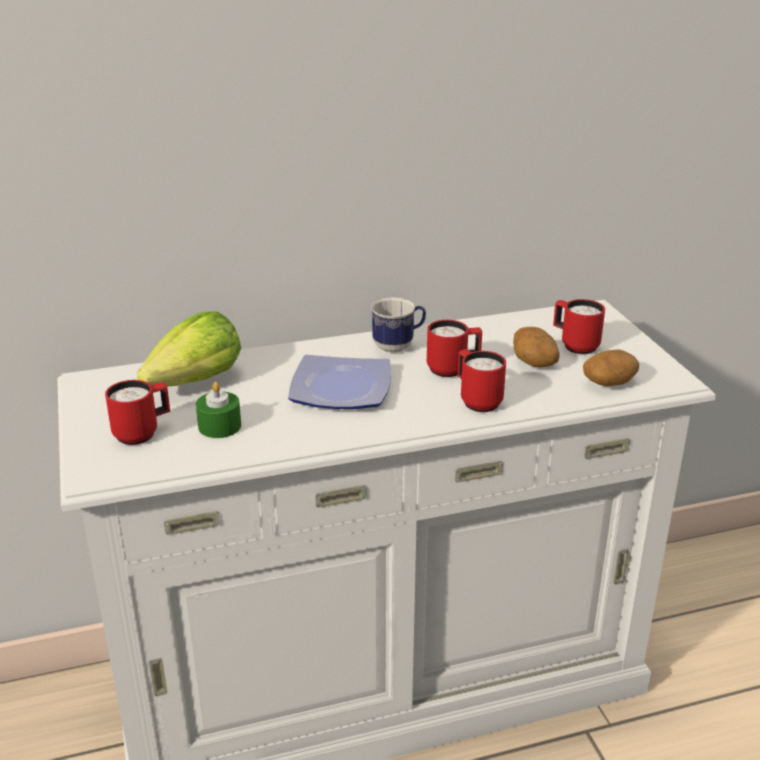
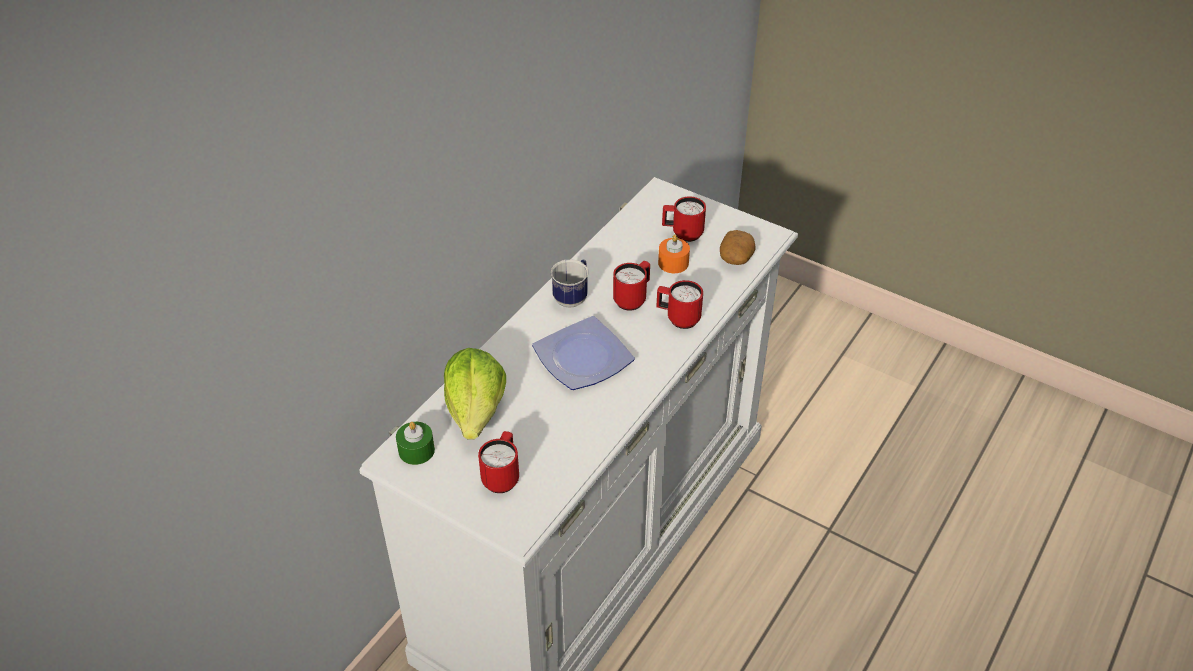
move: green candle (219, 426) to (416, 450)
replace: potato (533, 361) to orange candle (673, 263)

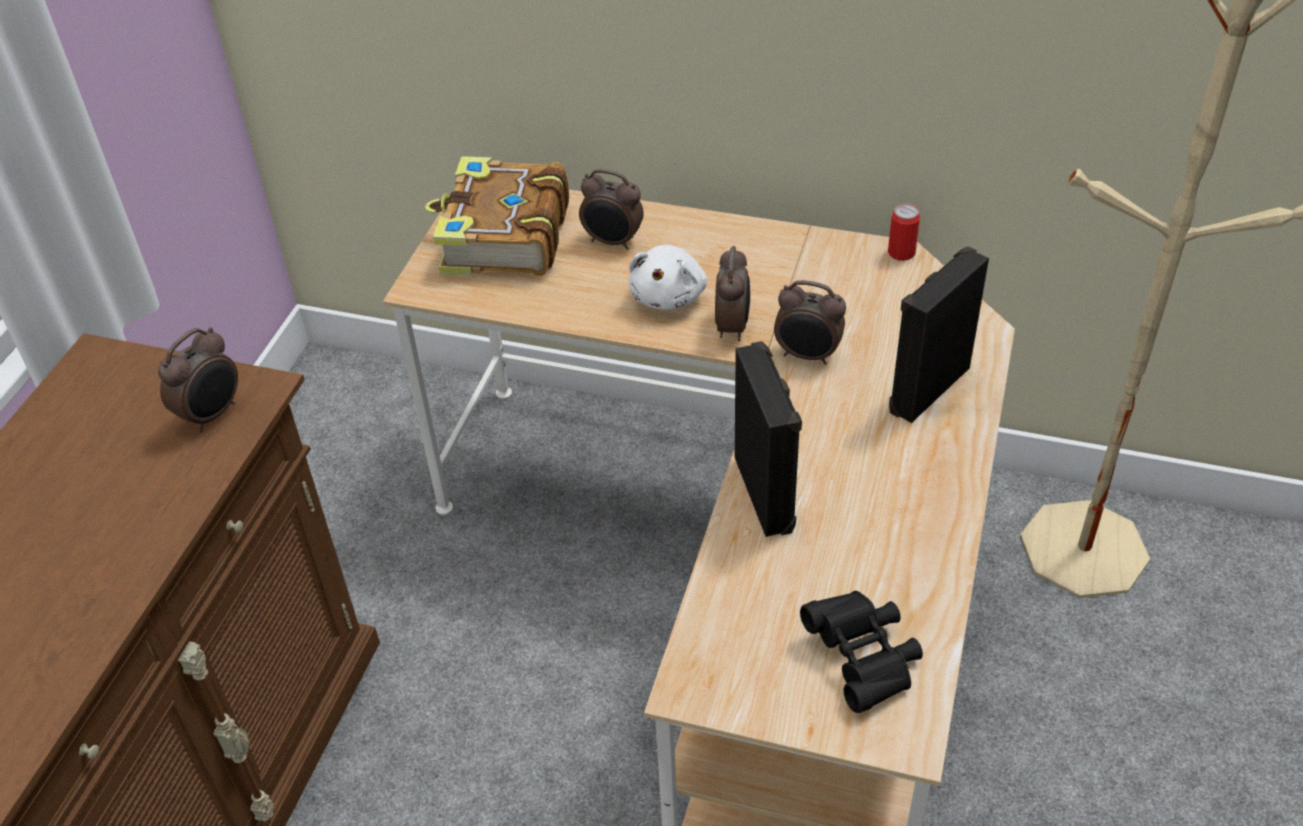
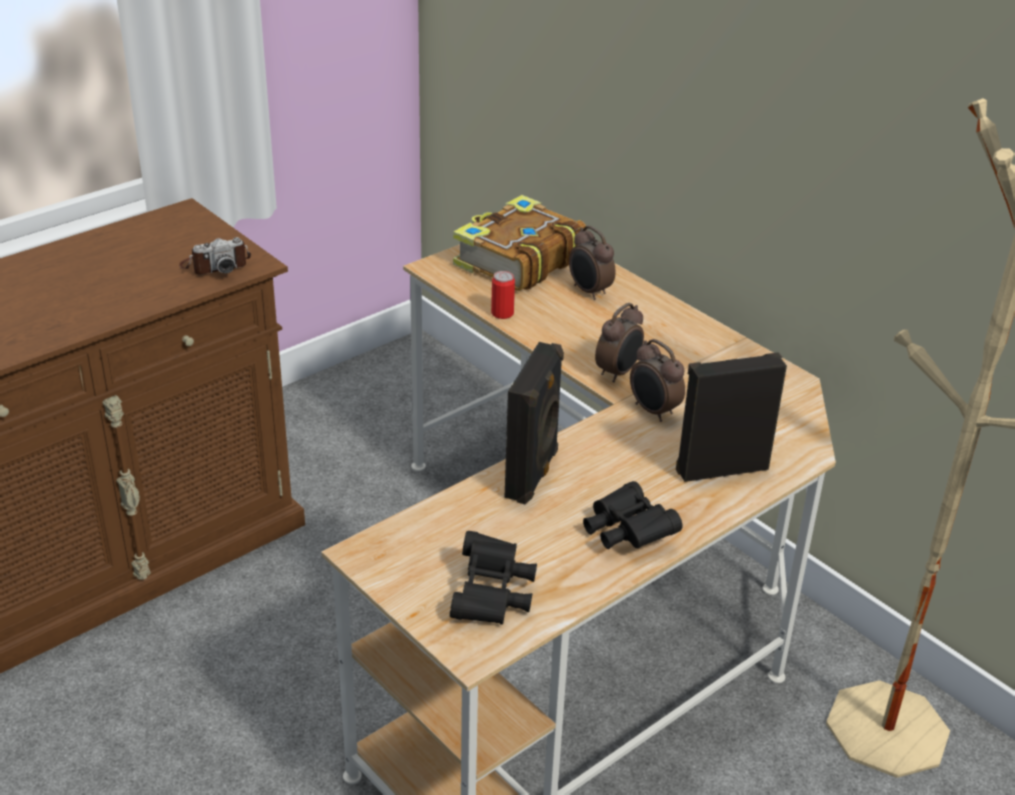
delete: white plush toy (669, 296)
insert: black binoculars (626, 532)
move: can (901, 253) to (502, 313)
replace: alarm clock (213, 414) to photo camera (215, 265)

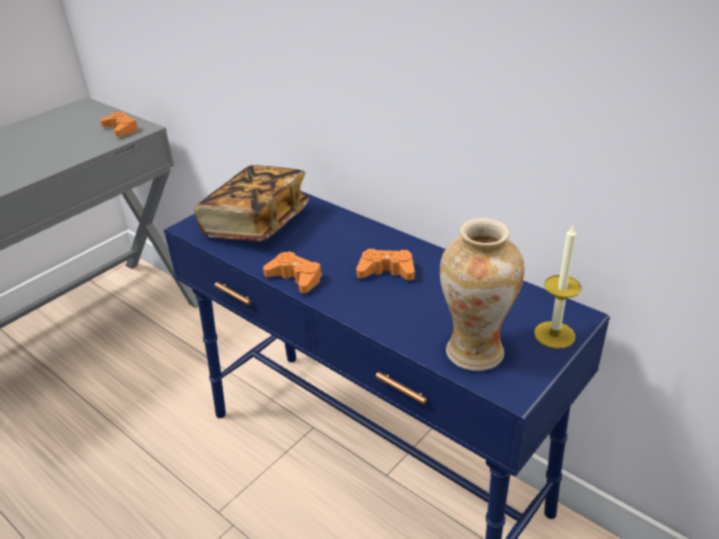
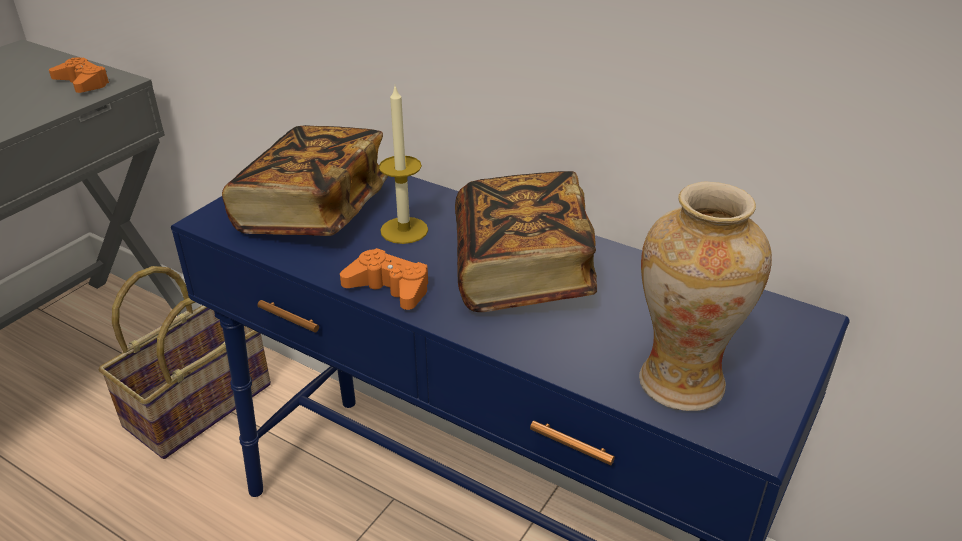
insert: basket (198, 404)
move: candle (554, 335) to (404, 230)
replace: orange game controller (386, 271) to book (522, 271)

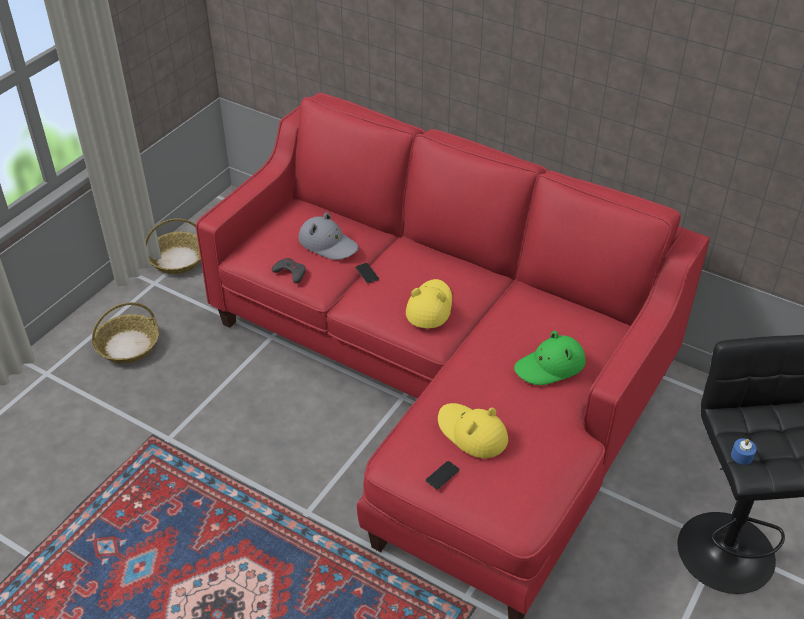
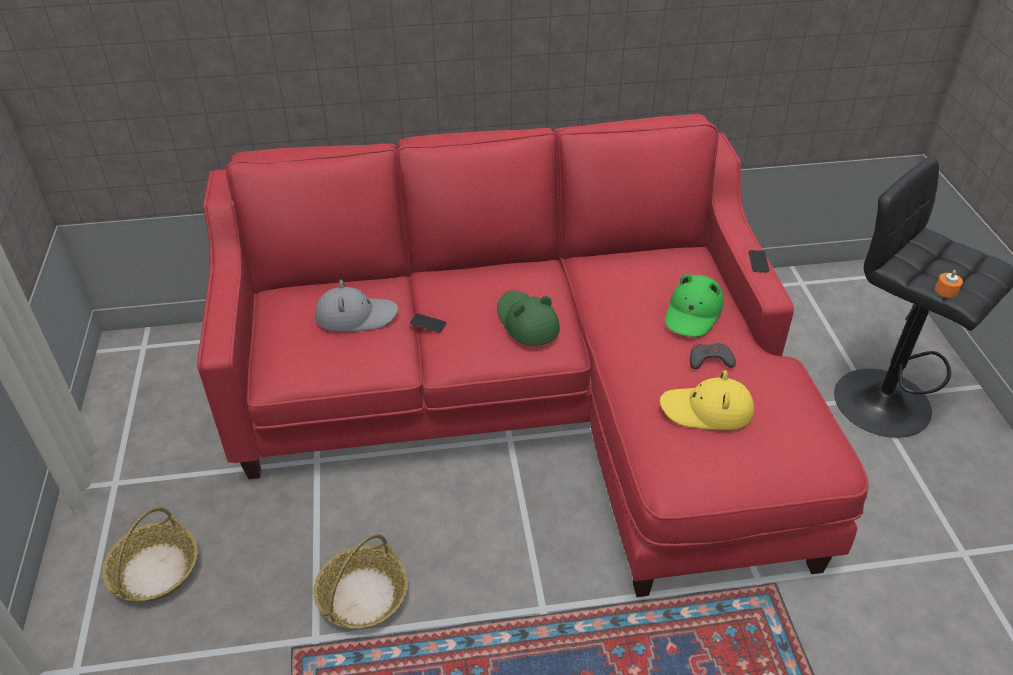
move: basket (178, 259) to (363, 595); grey game controller (290, 272) to (710, 360); phone (442, 475) to (758, 262)
recolor: yellow hat (429, 307) to green hat (526, 321); blue candle (742, 456) to orange candle (946, 290)

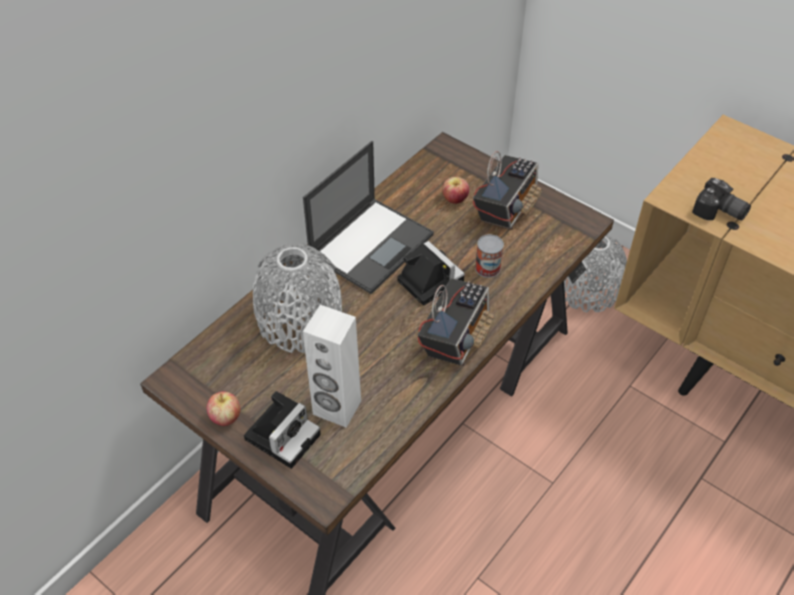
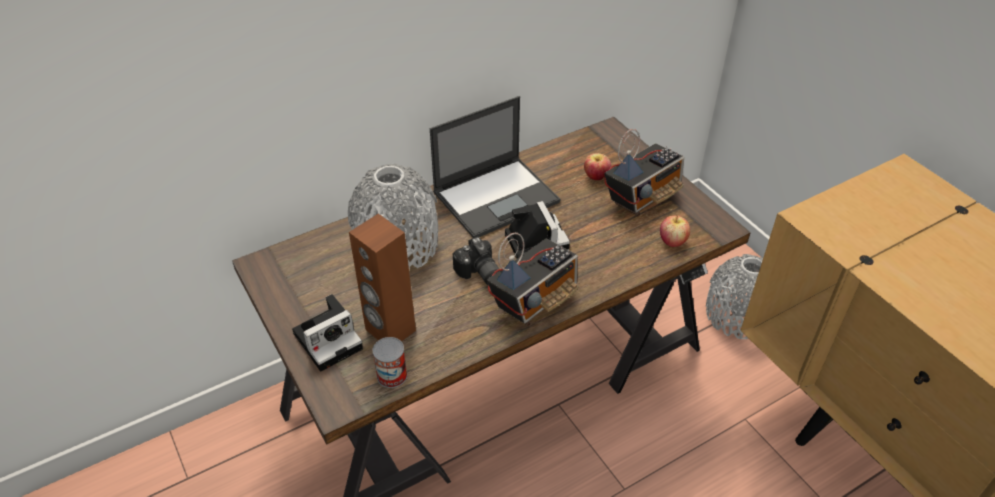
move: apple (225, 417) to (672, 241); can (487, 268) to (392, 375); photo camera (719, 212) to (479, 274)
recolor: white speaker (336, 408) to brown speaker (390, 330)

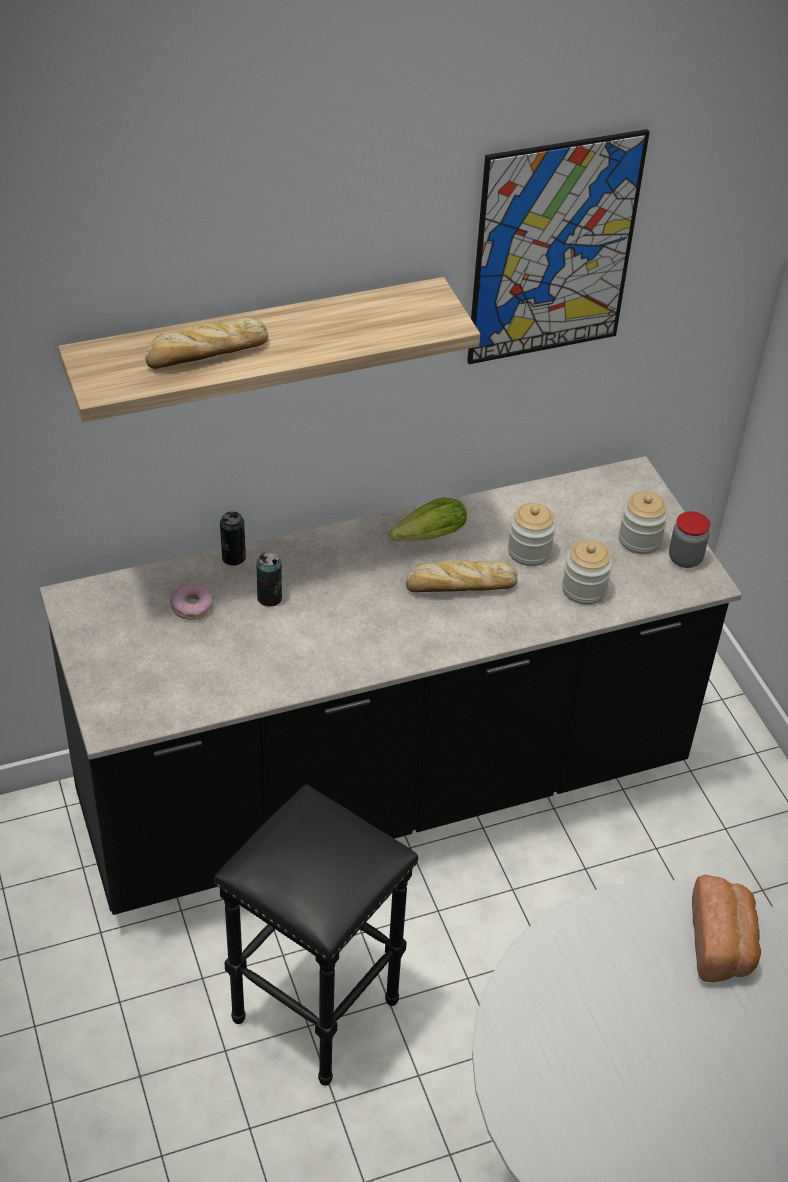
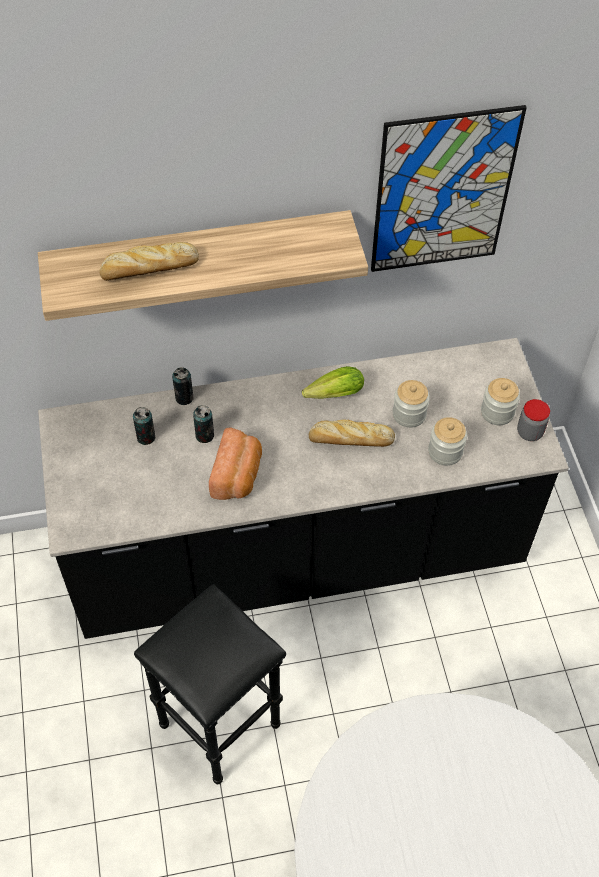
move: bread (722, 943) to (238, 475)
replace: donut (192, 607) to can (146, 437)

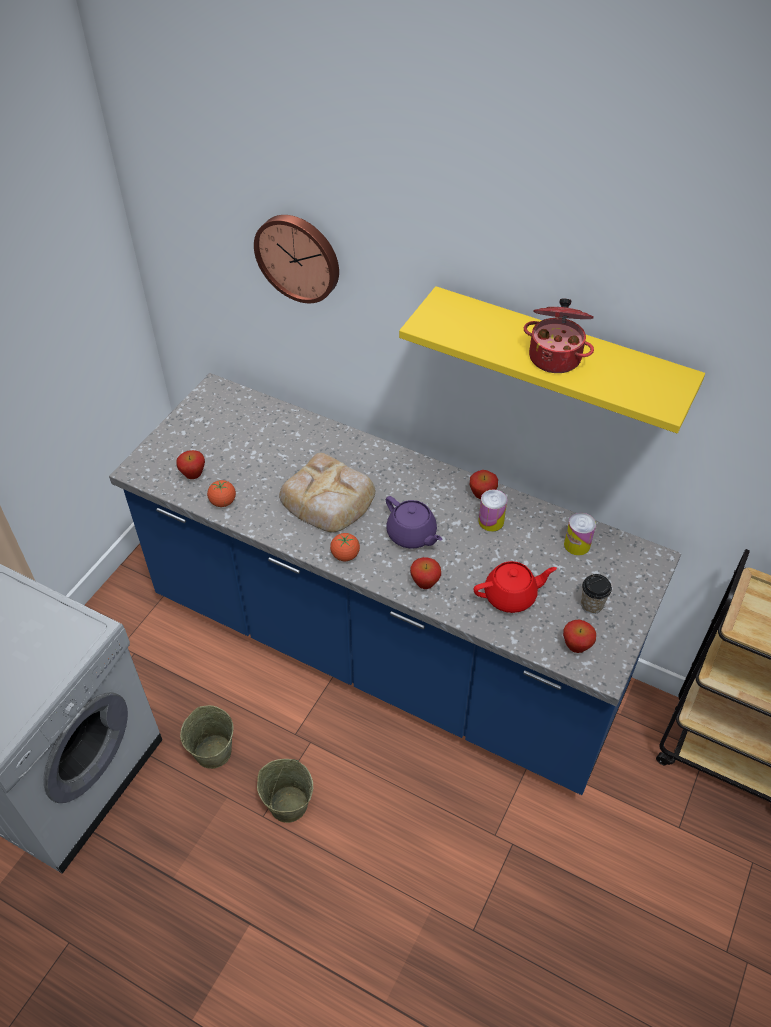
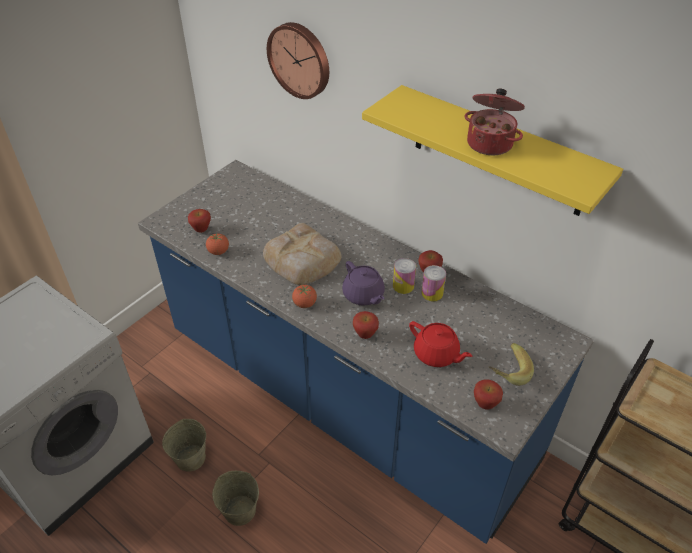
move: can (577, 545) to (403, 286)
replace: cup (591, 605) to banana (506, 371)
rotate: red teapot (511, 596) = (436, 354) 45 degrees clockwise

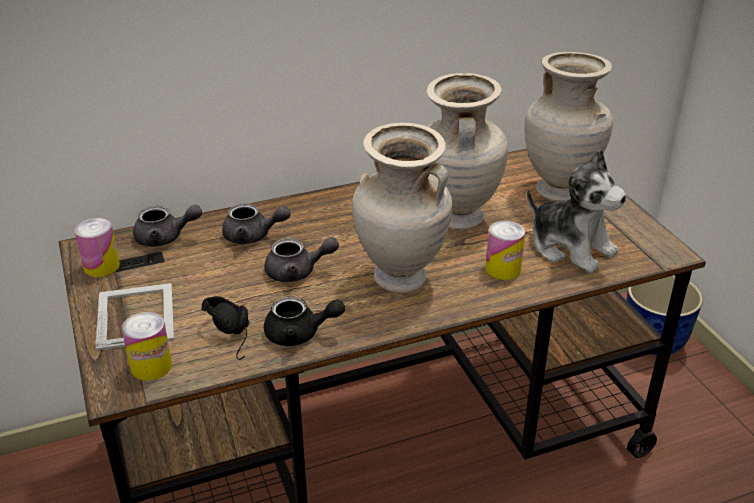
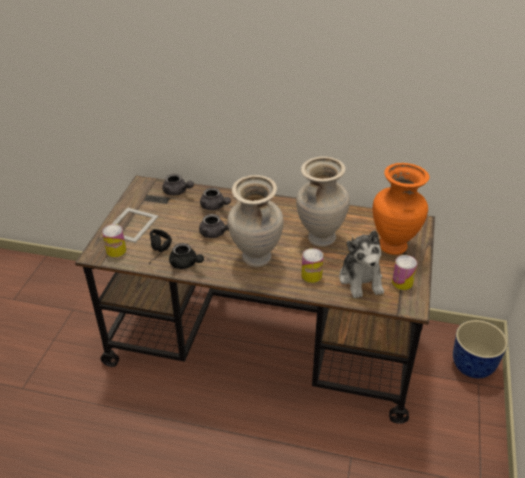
move: can (101, 266) to (402, 282)
recolor: beige vase (559, 192) to orange vase (394, 246)

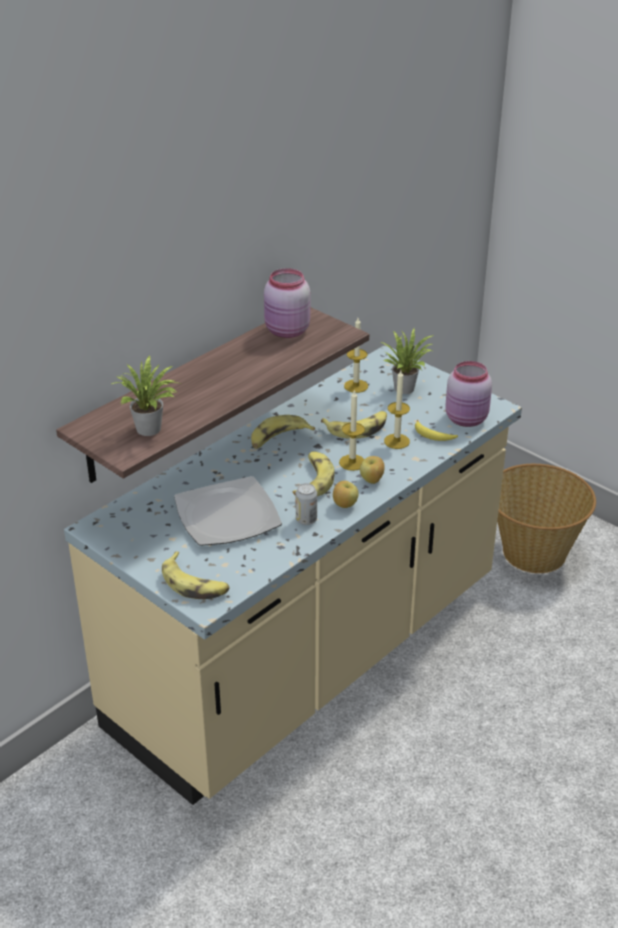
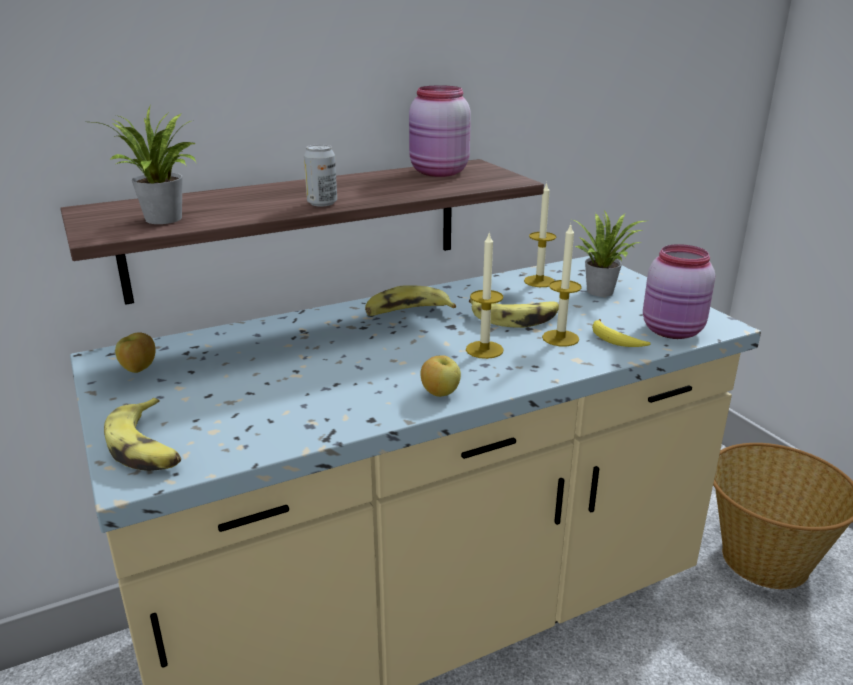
delete: plate (228, 515); banana (313, 480)
move: can (306, 520) to (322, 203); apple (372, 480) to (138, 369)

